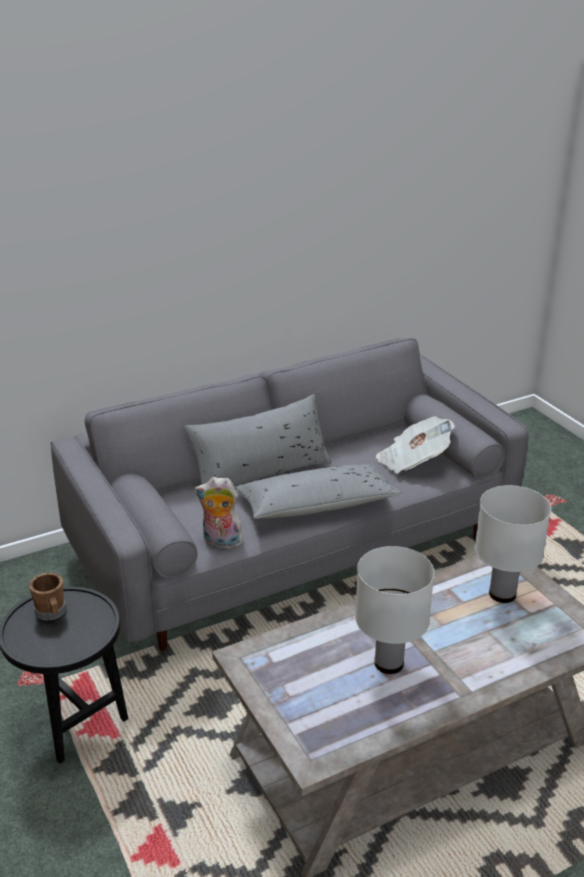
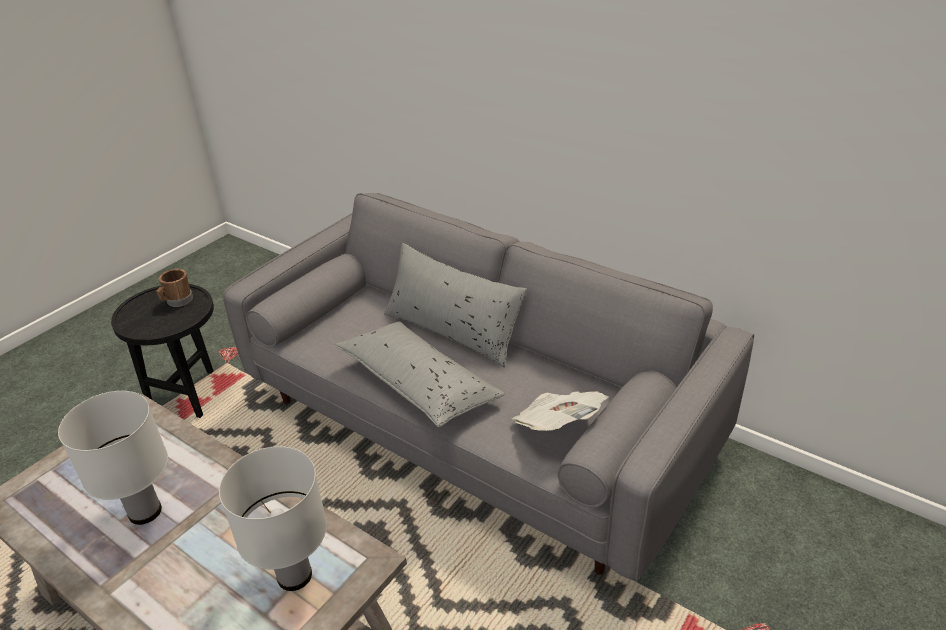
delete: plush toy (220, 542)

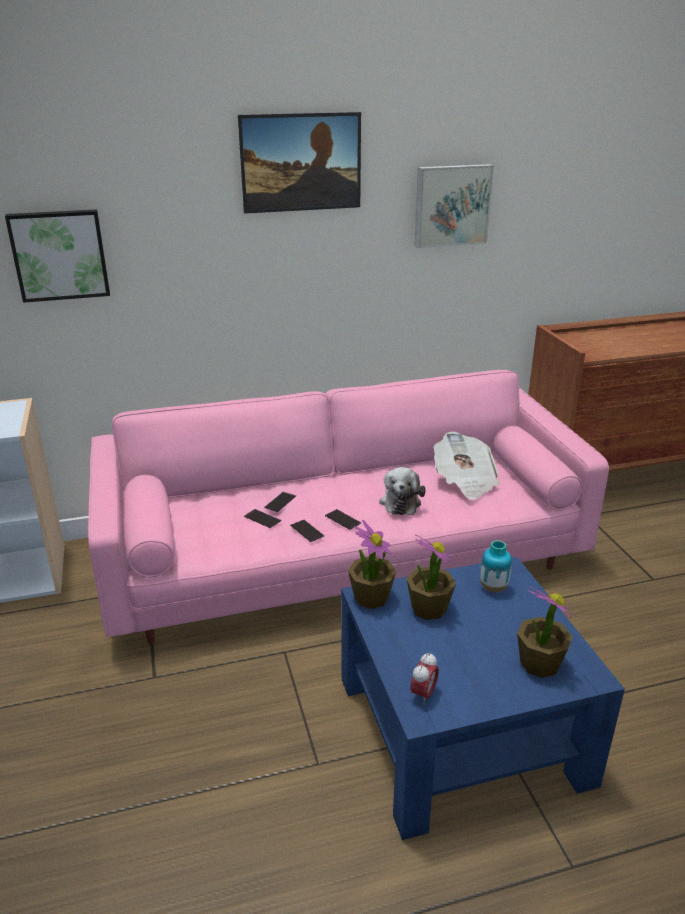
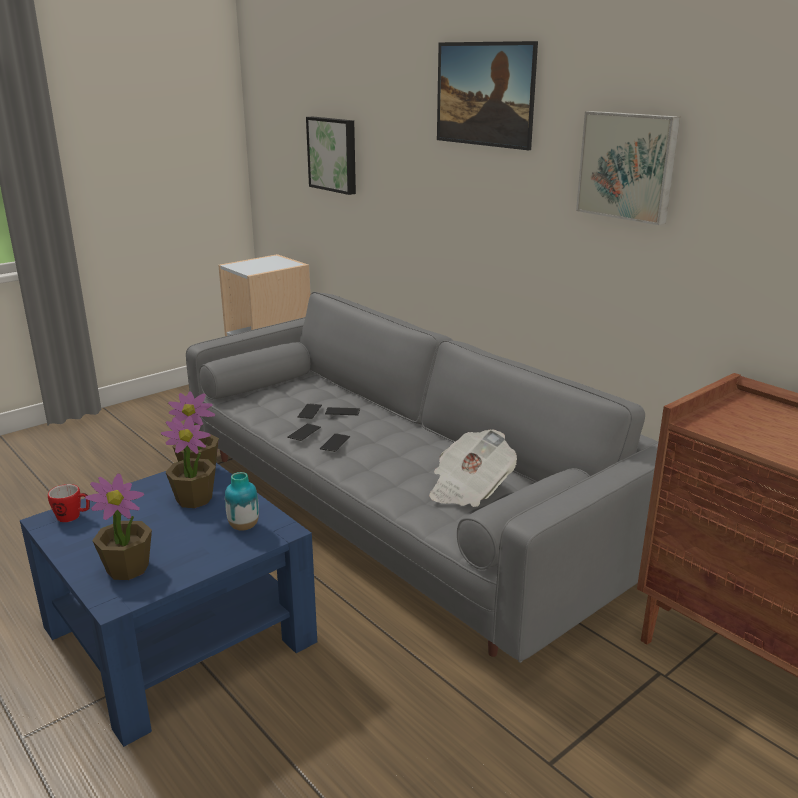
delete: plush toy (400, 501)
replace: alarm clock (423, 694) to mug (73, 517)
recolor: pink sofa (342, 555) to grey sofa (399, 510)

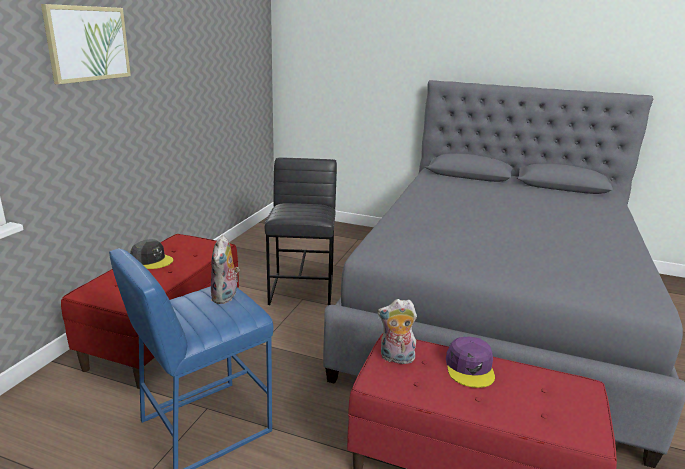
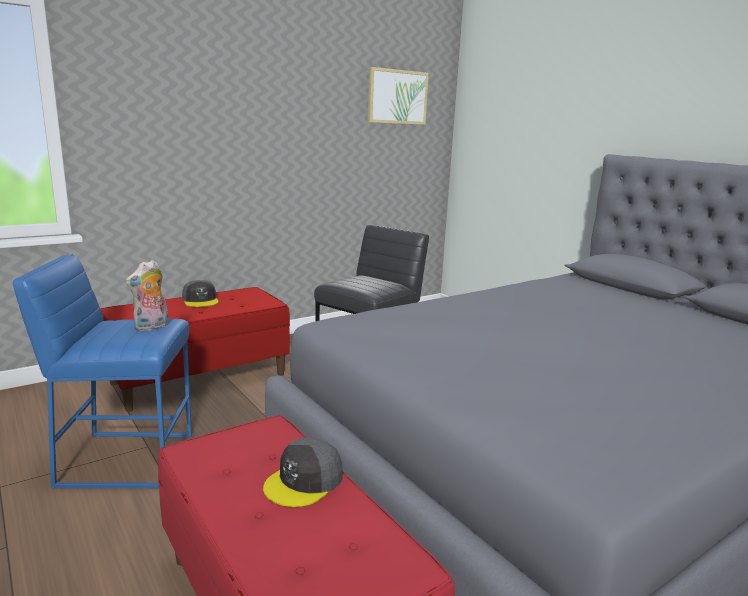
delete: plush toy (396, 358)
move: picture (88, 43) to (397, 97)
recolor: purple cap (470, 368) to grey cap (304, 481)

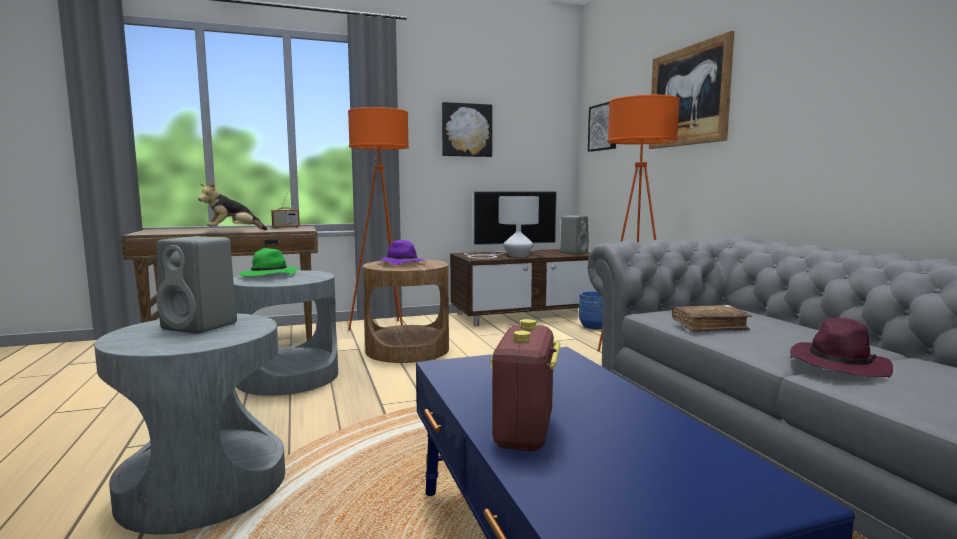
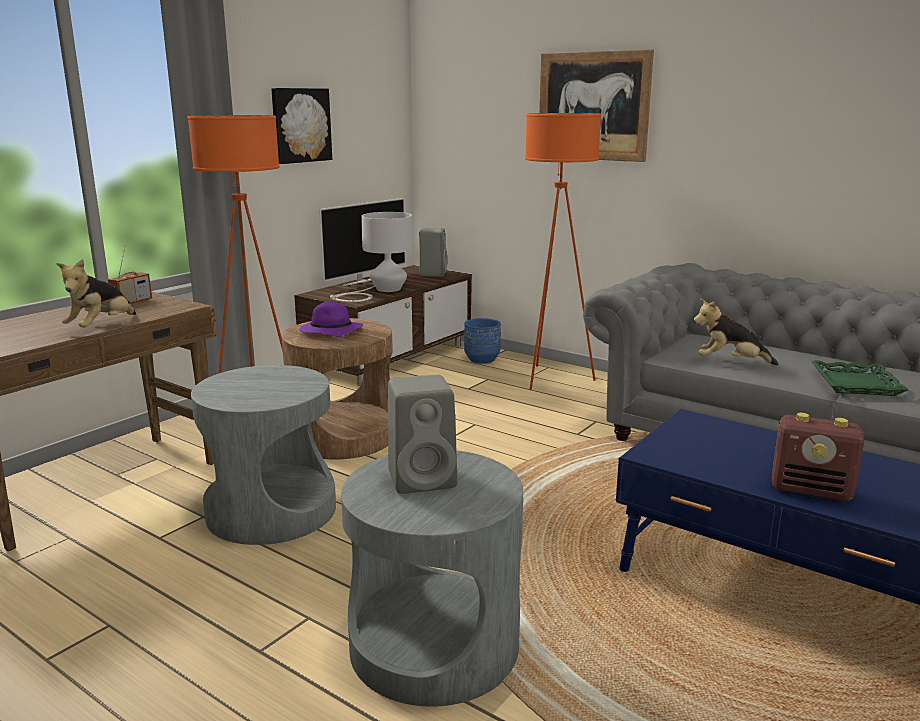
delete: green hat (269, 276); picture (604, 127)
replace: brown book (709, 326) to plush toy (730, 362); purple hat (838, 366) to green tray (855, 384)
rotate: radio (524, 432) = (812, 491) 45 degrees counterclockwise

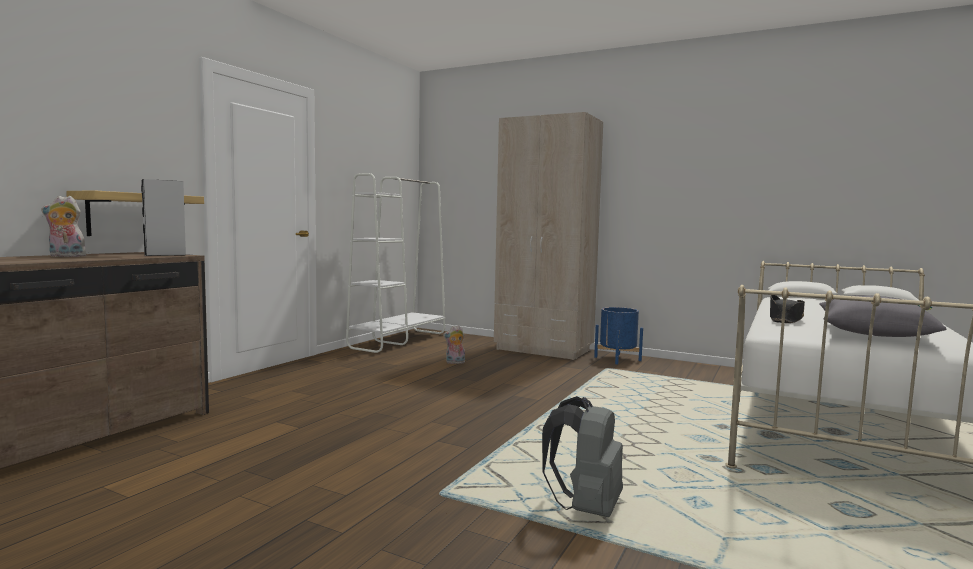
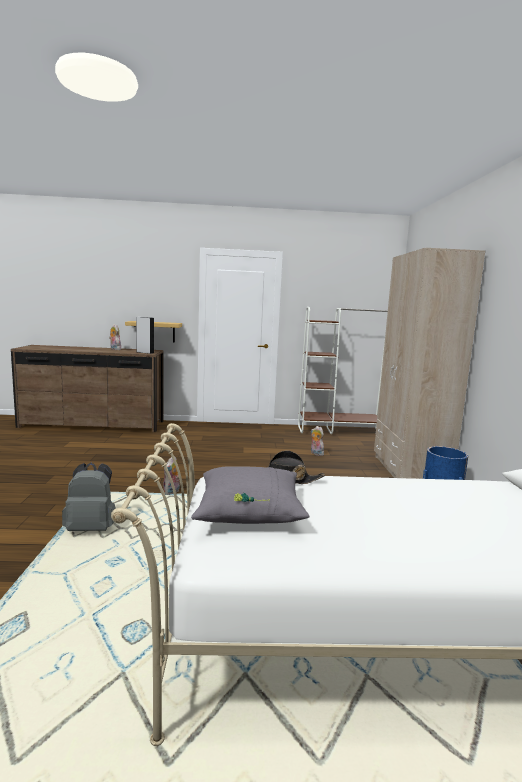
insert: plush toy (172, 492)
recolor: white clothes rack (399, 341) to brown clothes rack (340, 431)

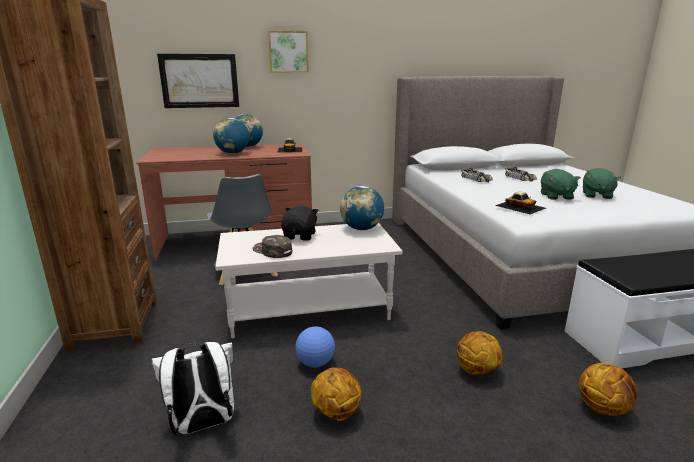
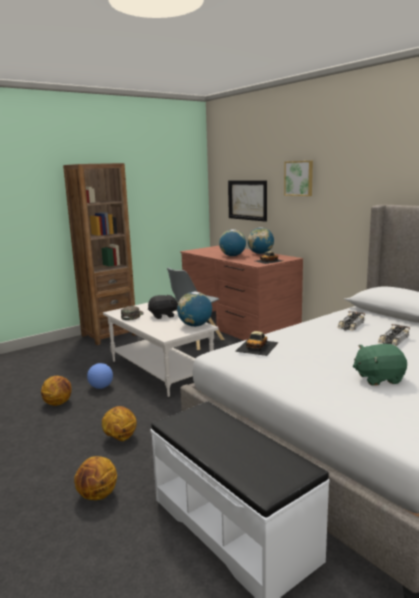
delete: white backpack (203, 424); green plush toy (556, 196)

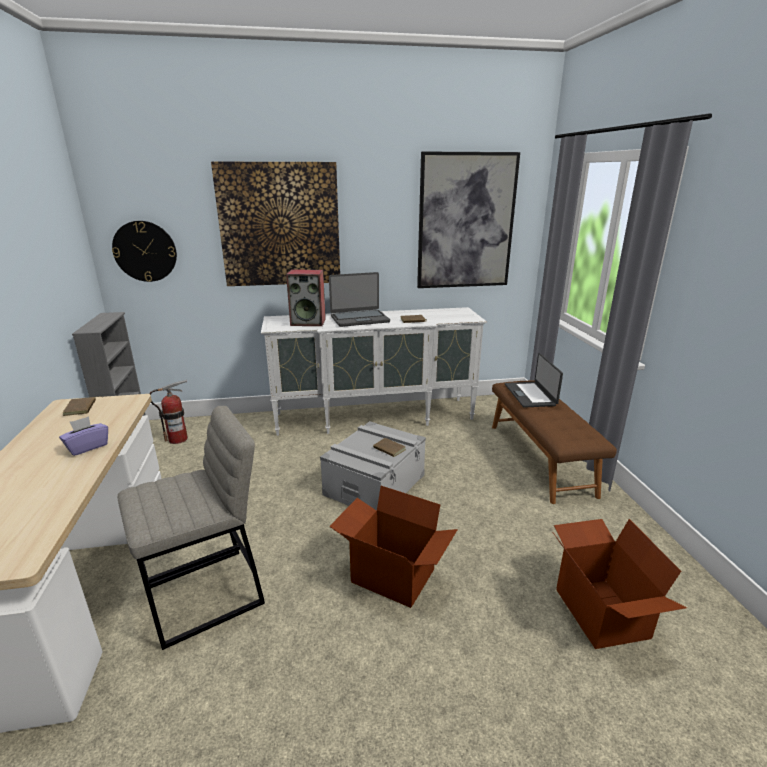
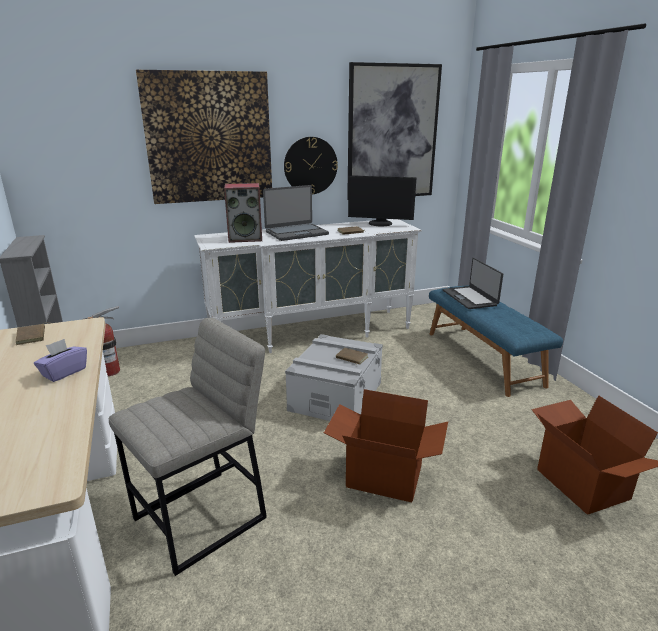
insert: monitor (380, 224)
move: wall clock (145, 251) to (310, 165)
recolor: brown bench (540, 458) to blue bench (483, 358)

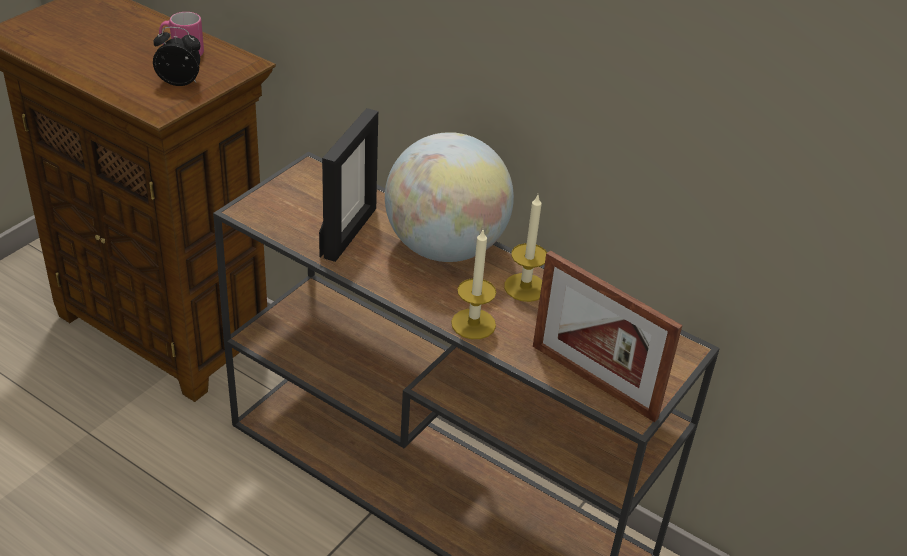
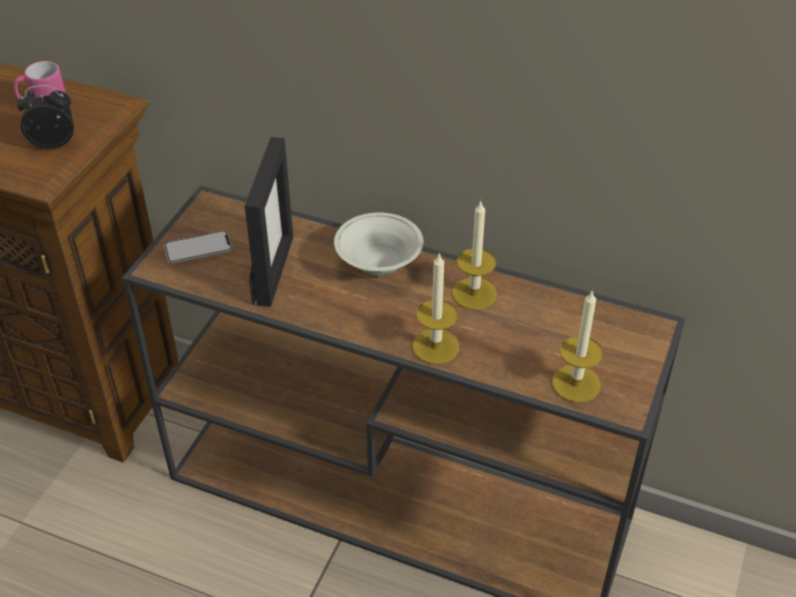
insert: phone (198, 248)
replace: globe (445, 247) to white bowl (379, 266); picture frame (593, 381) to candle (575, 383)

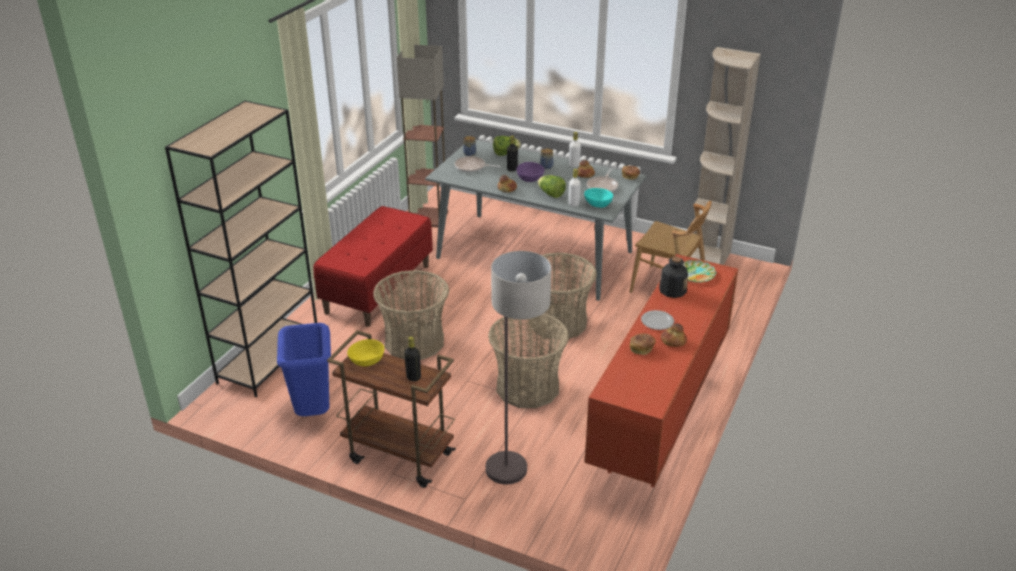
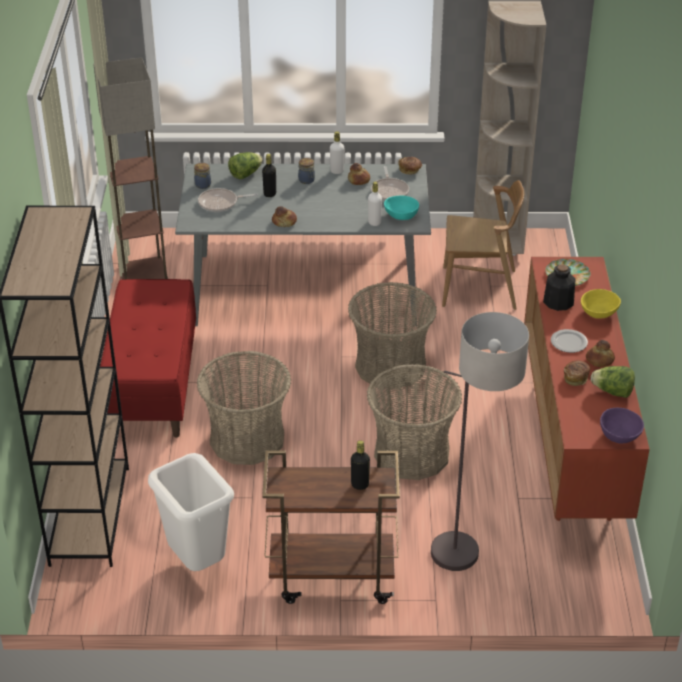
move: yellow bowl (367, 361) to (599, 313); purple bowl (529, 179) to (618, 435); lettuce (551, 194) to (612, 392)
recolor: blue trash can (314, 413) to white trash can (197, 563)

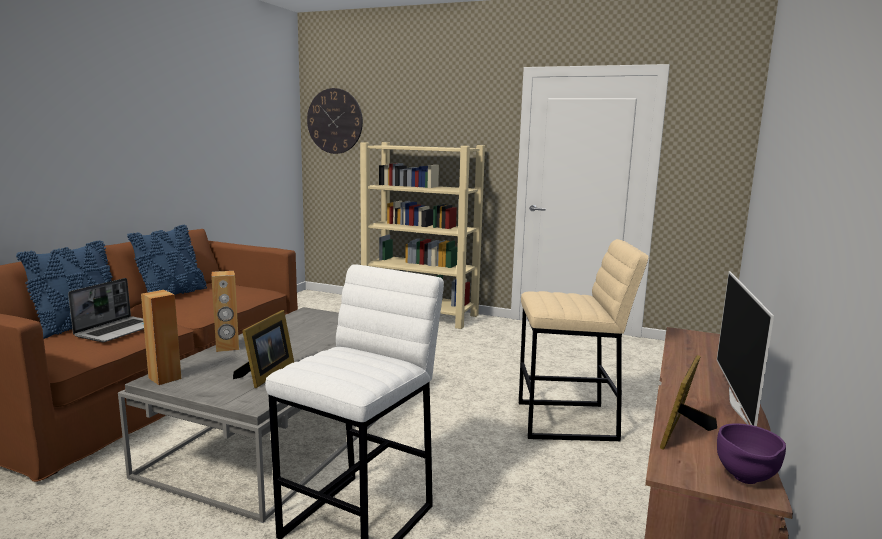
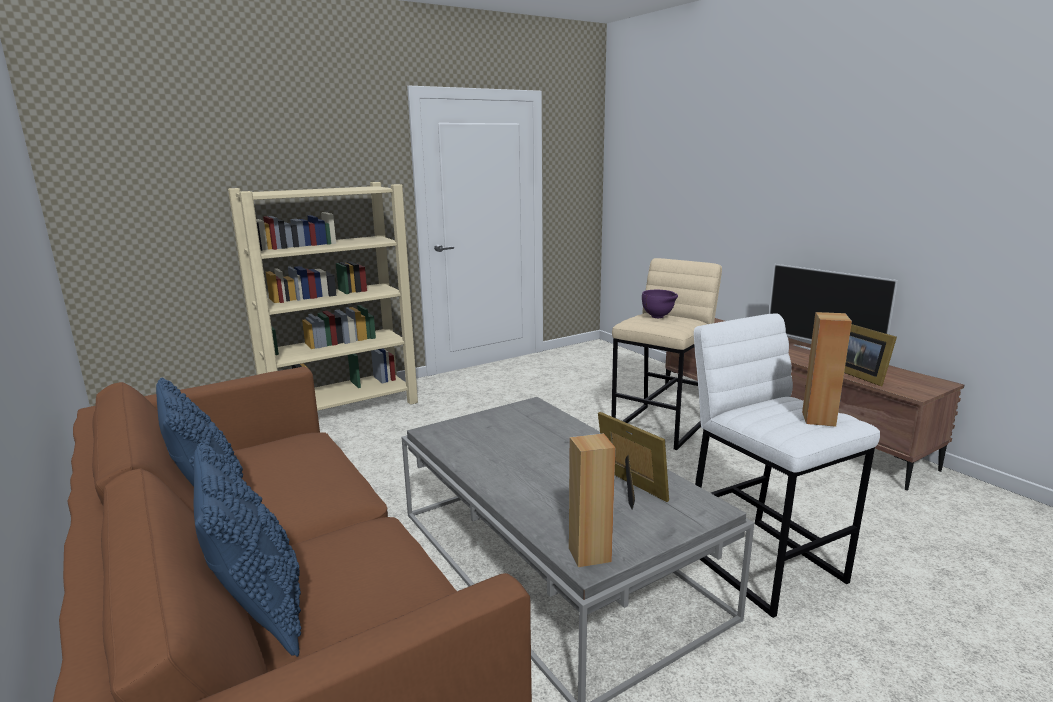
delete: laptop (118, 330); wall clock (334, 121)
move: brown speaker (227, 347) to (819, 419); purple bowl (746, 480) to (659, 317)

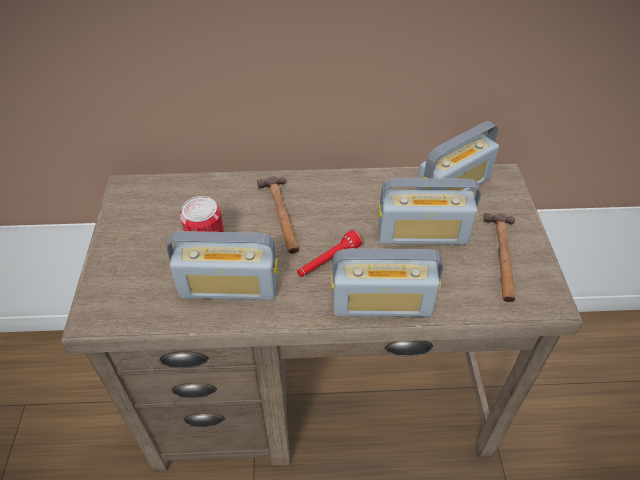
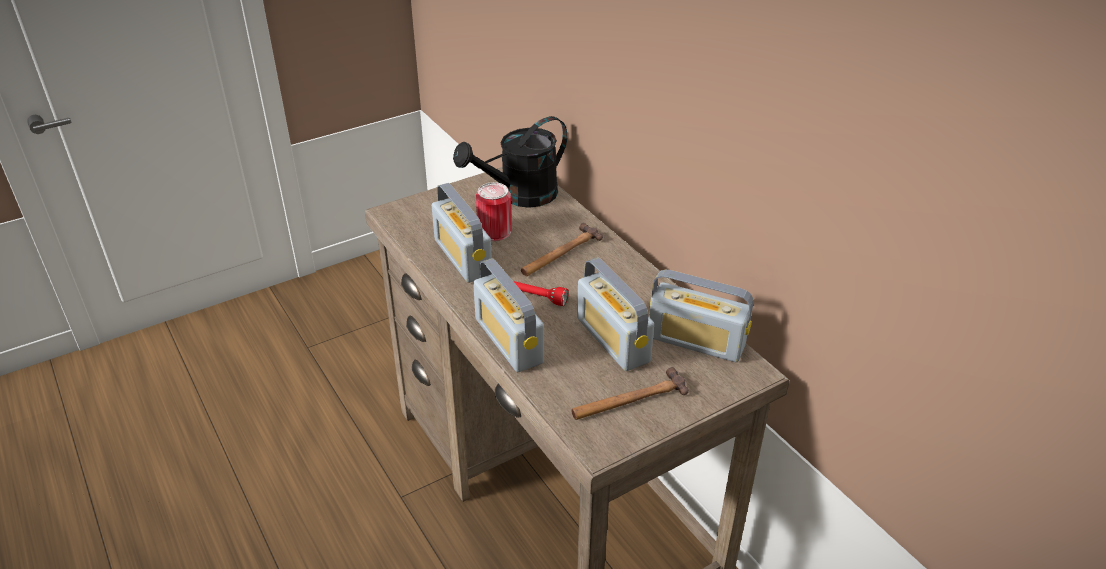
insert: black watering can (520, 196)

